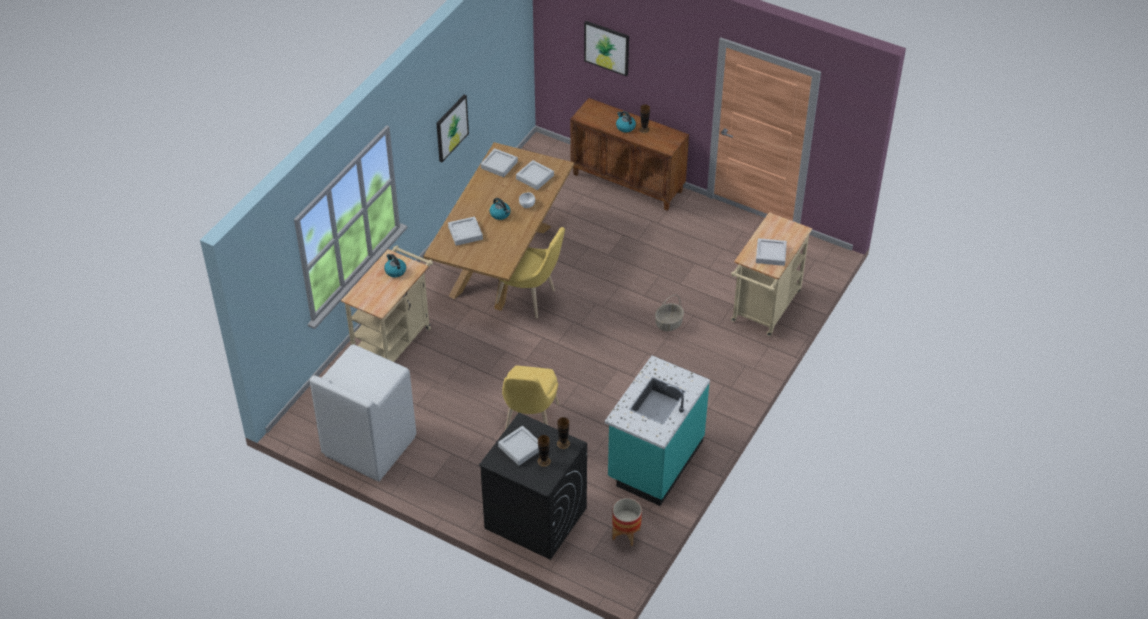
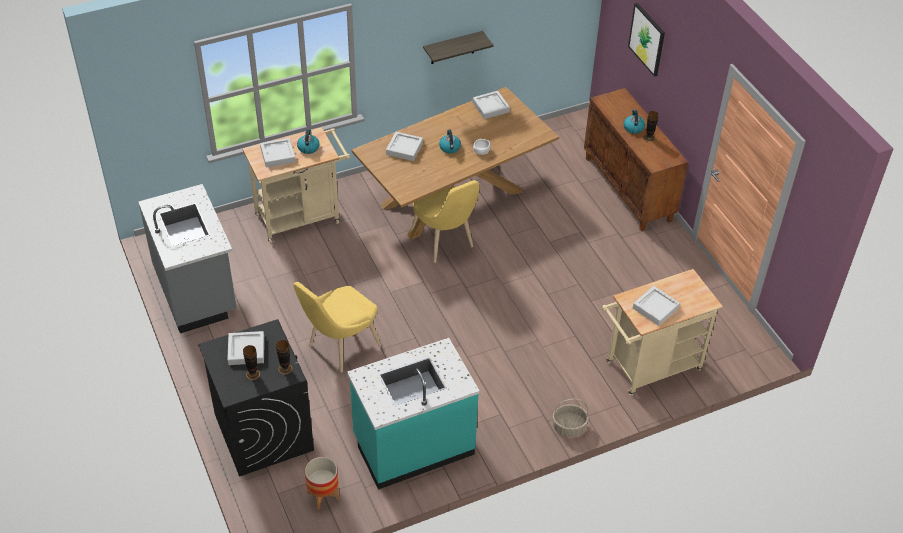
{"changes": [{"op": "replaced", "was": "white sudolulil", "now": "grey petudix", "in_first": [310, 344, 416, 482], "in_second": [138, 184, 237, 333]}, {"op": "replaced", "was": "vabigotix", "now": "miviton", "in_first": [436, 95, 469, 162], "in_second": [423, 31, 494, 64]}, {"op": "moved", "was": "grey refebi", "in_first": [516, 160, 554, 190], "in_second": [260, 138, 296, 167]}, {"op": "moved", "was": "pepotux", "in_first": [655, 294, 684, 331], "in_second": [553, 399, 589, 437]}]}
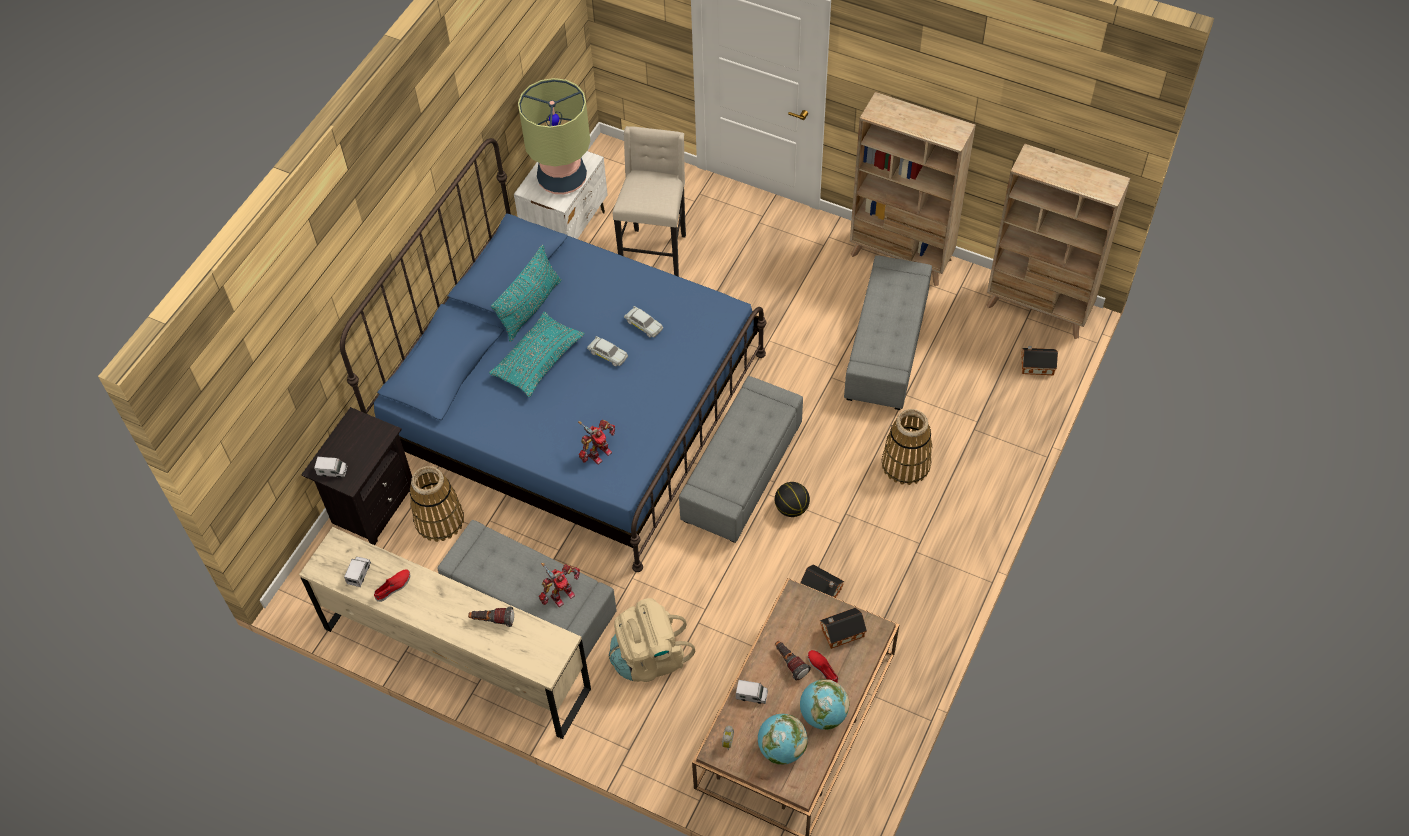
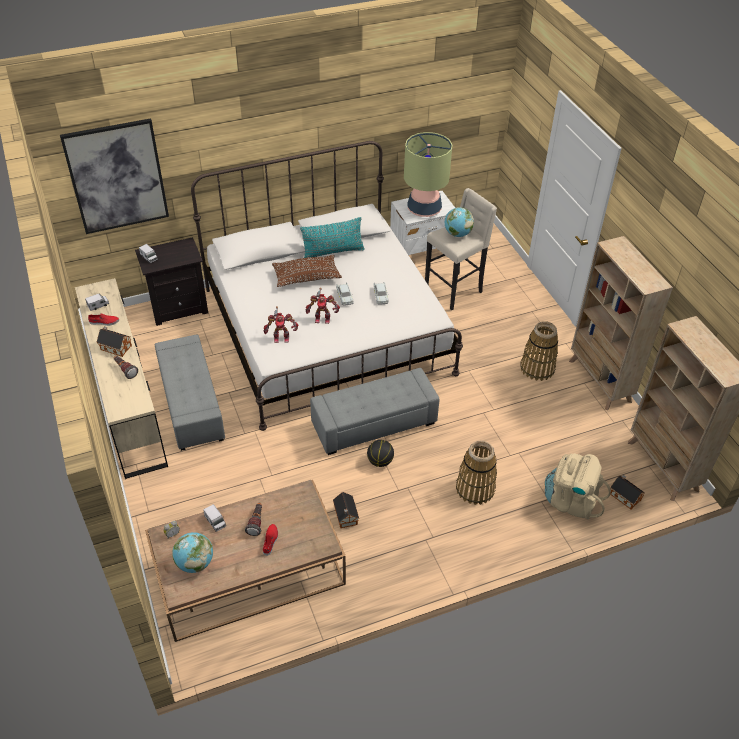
{"changes": [{"op": "recoloured", "was": "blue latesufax", "now": "white latesufax", "in_first": [340, 138, 767, 572], "in_second": [191, 141, 463, 431]}, {"op": "moved", "was": "pepotux", "in_first": [410, 466, 464, 542], "in_second": [520, 321, 558, 381]}, {"op": "recoloured", "was": "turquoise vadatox", "now": "brown vadatox", "in_first": [489, 311, 585, 397], "in_second": [272, 255, 342, 287]}, {"op": "moved", "was": "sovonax", "in_first": [539, 563, 580, 607], "in_second": [306, 287, 340, 324]}, {"op": "moved", "was": "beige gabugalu", "in_first": [609, 598, 695, 682], "in_second": [545, 453, 611, 520]}, {"op": "moved", "was": "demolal", "in_first": [800, 679, 849, 730], "in_second": [445, 207, 474, 237]}, {"op": "moved", "was": "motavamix", "in_first": [820, 608, 867, 649], "in_second": [96, 326, 132, 357]}, {"op": "removed", "was": "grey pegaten", "in_first": [844, 255, 932, 410]}, {"op": "added", "now": "vabigotix", "in_second": [60, 118, 169, 234]}]}
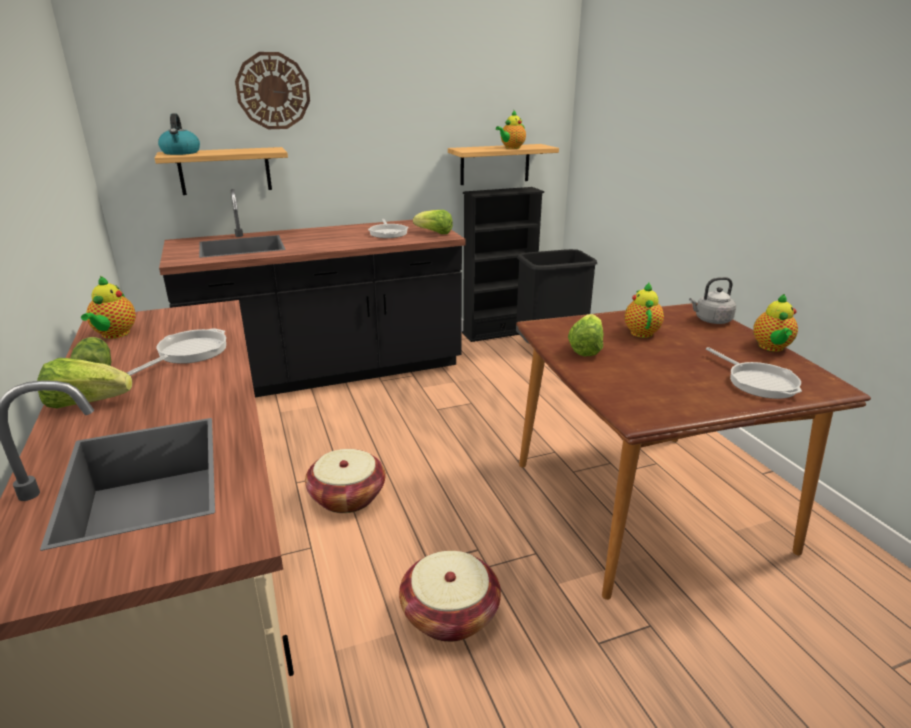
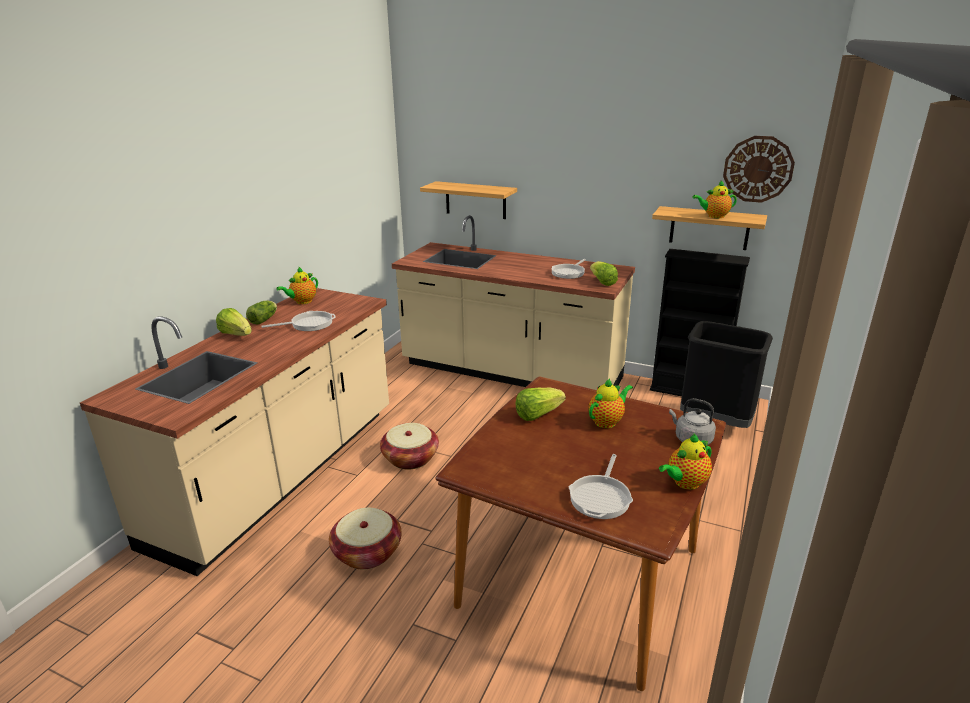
{"changes": [{"op": "removed", "was": "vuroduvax", "in_first": [158, 114, 200, 155]}, {"op": "recoloured", "was": "black petudix", "now": "beige petudix", "in_first": [159, 189, 466, 397], "in_second": [392, 215, 635, 390]}, {"op": "moved", "was": "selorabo", "in_first": [235, 52, 310, 129], "in_second": [723, 136, 795, 203]}]}
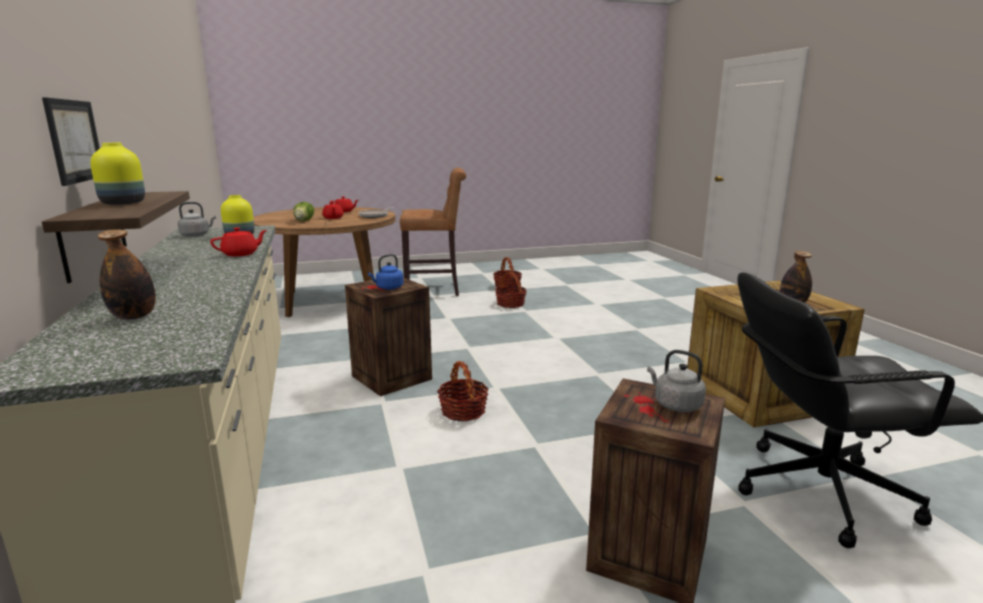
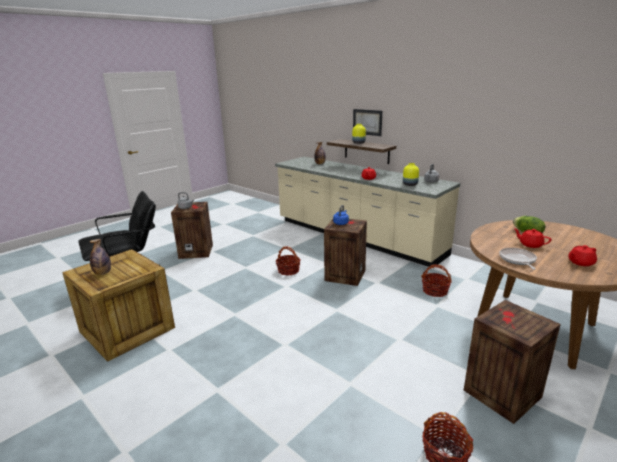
{"changes": [{"op": "replaced", "was": "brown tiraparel", "now": "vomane", "in_first": [400, 168, 466, 296], "in_second": [464, 300, 561, 424]}, {"op": "moved", "was": "pepotux", "in_first": [495, 272, 527, 308], "in_second": [421, 264, 452, 297]}]}
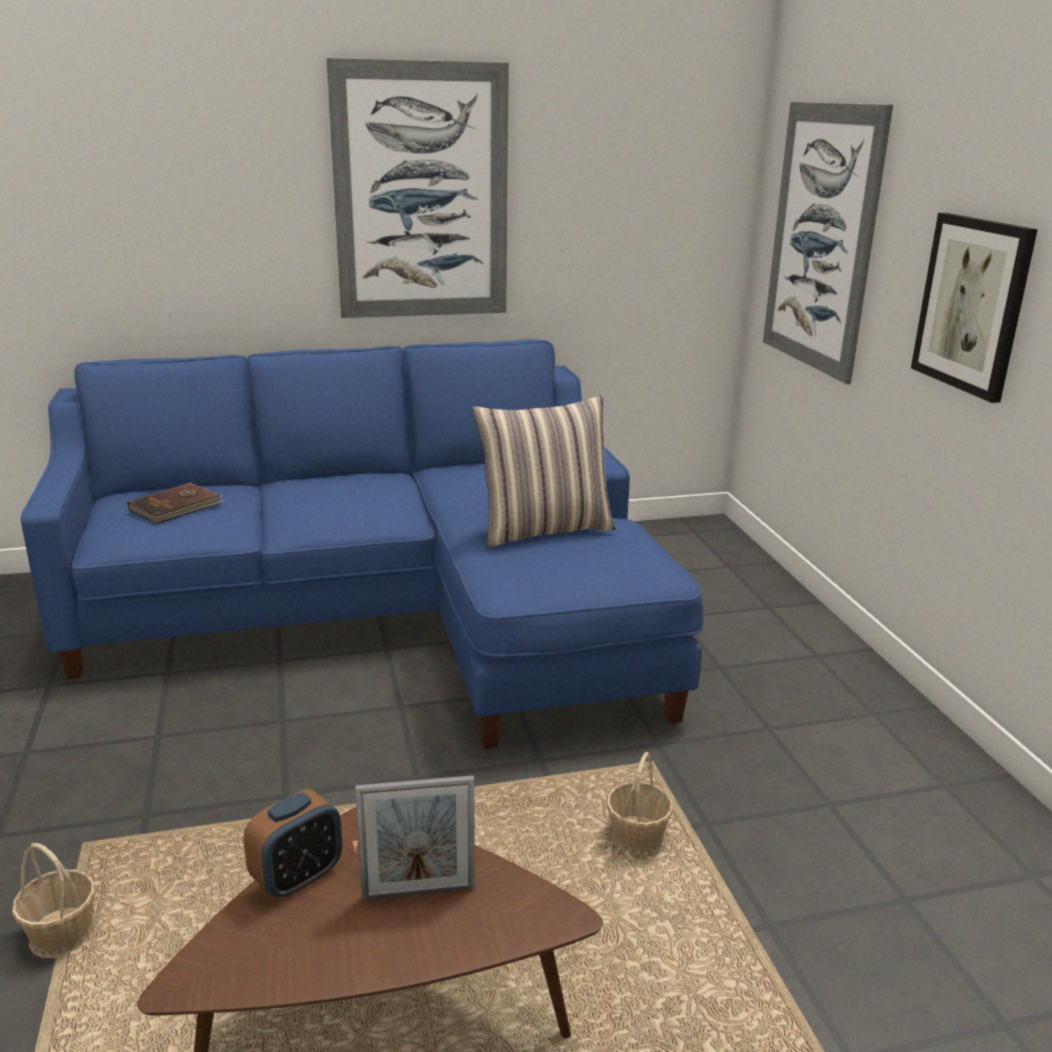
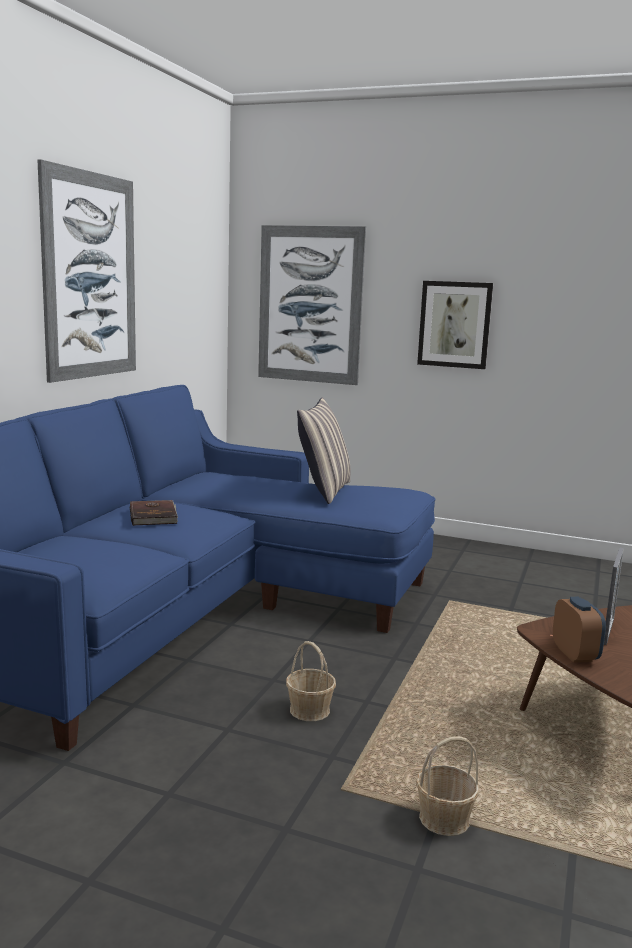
{"changes": [{"op": "moved", "was": "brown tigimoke", "in_first": [128, 483, 224, 524], "in_second": [130, 500, 178, 526]}, {"op": "moved", "was": "pepotux", "in_first": [607, 752, 673, 854], "in_second": [286, 641, 336, 721]}]}
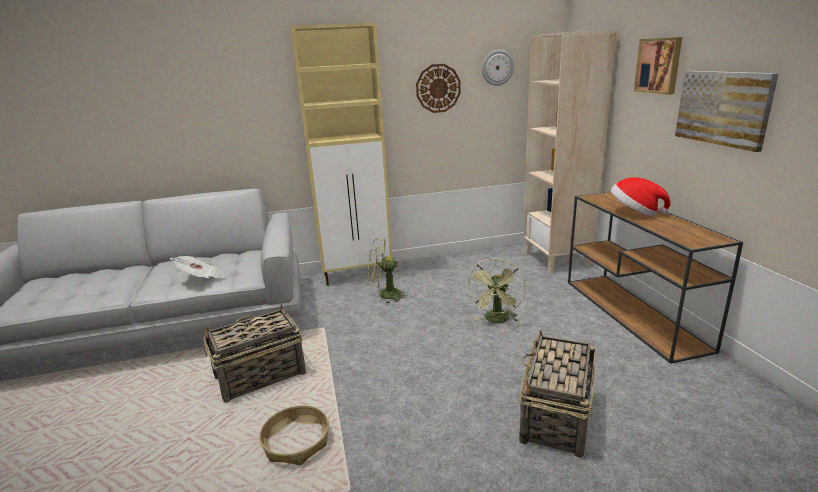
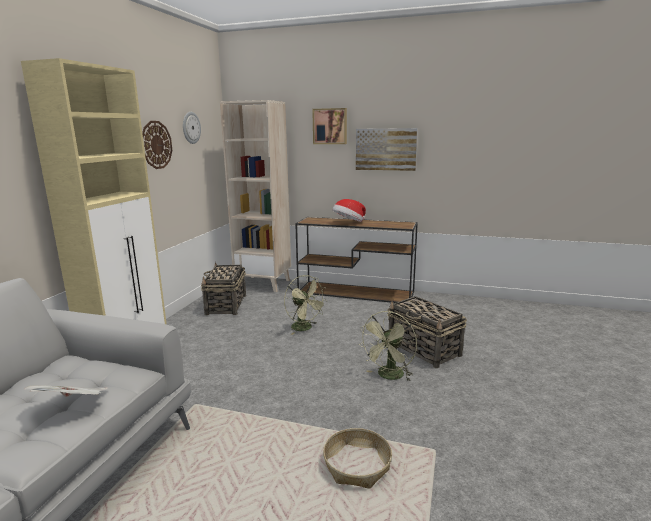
{"changes": [{"op": "moved", "was": "pepotux", "in_first": [204, 304, 306, 403], "in_second": [201, 262, 246, 315]}, {"op": "moved", "was": "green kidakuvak", "in_first": [367, 238, 408, 303], "in_second": [359, 311, 417, 381]}]}
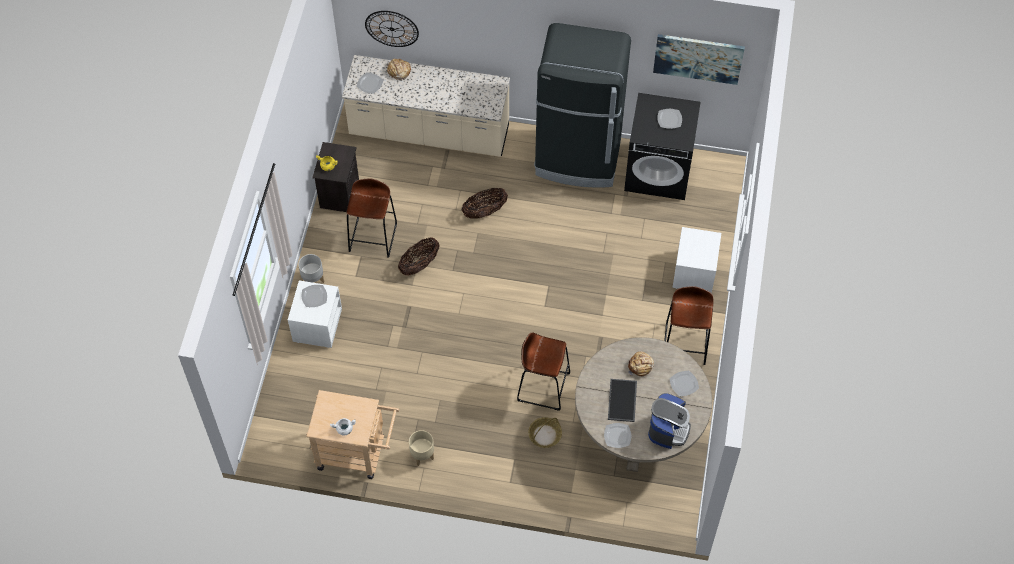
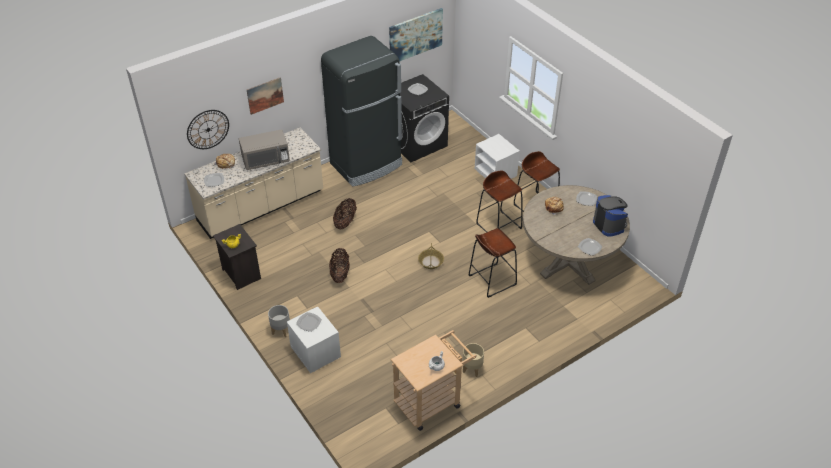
{"changes": [{"op": "moved", "was": "brown tiraparel", "in_first": [347, 179, 397, 257], "in_second": [476, 171, 522, 233]}, {"op": "moved", "was": "pepotux", "in_first": [528, 417, 562, 448], "in_second": [418, 243, 444, 269]}, {"op": "removed", "was": "refebi", "in_first": [608, 379, 637, 422]}, {"op": "added", "now": "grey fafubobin", "in_second": [239, 129, 290, 170]}, {"op": "added", "now": "vabigotix", "in_second": [247, 77, 284, 115]}]}
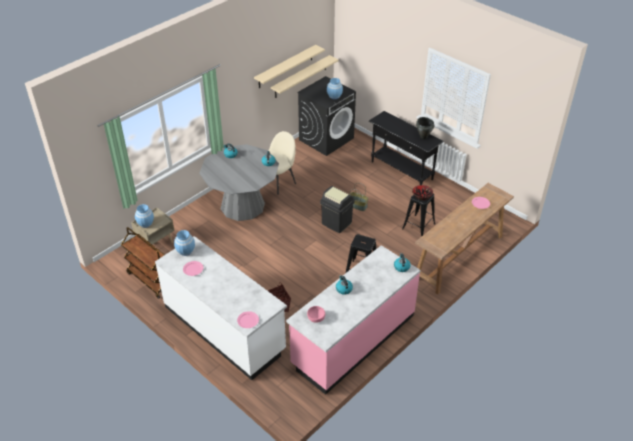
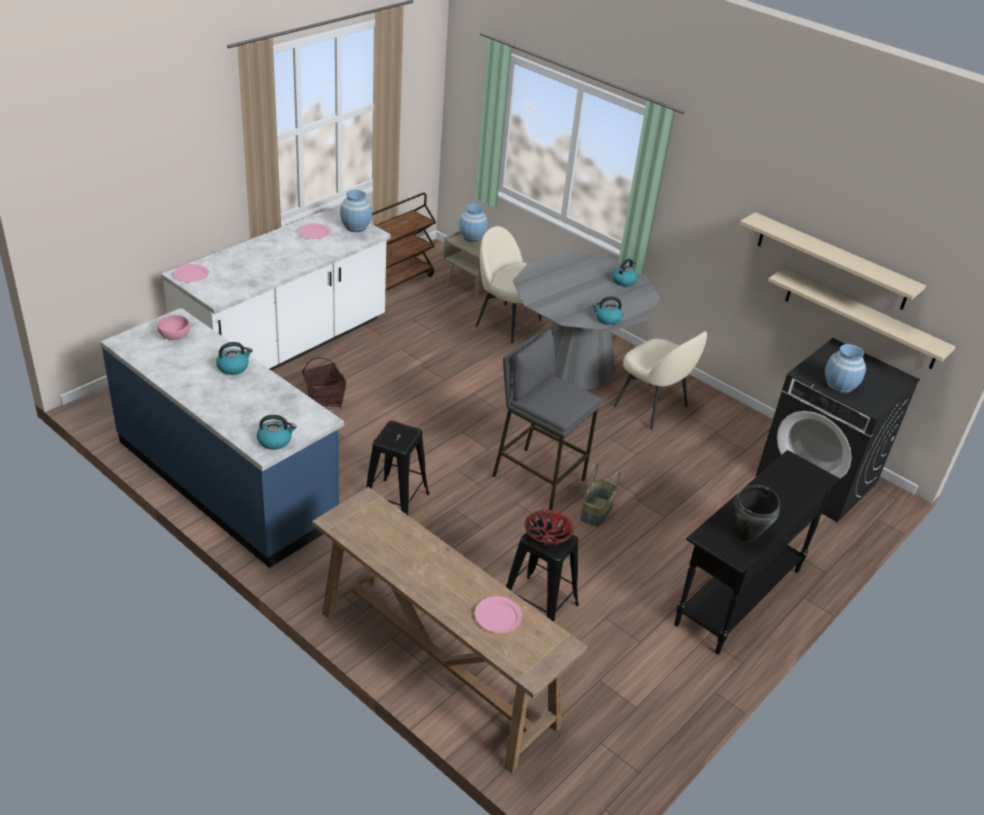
{"changes": [{"op": "recoloured", "was": "pink petudix", "now": "blue petudix", "in_first": [286, 245, 421, 395], "in_second": [101, 308, 344, 568]}, {"op": "replaced", "was": "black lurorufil", "now": "grey tiraparel", "in_first": [320, 186, 355, 233], "in_second": [492, 329, 602, 510]}, {"op": "added", "now": "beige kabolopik", "in_second": [475, 226, 541, 343]}]}
